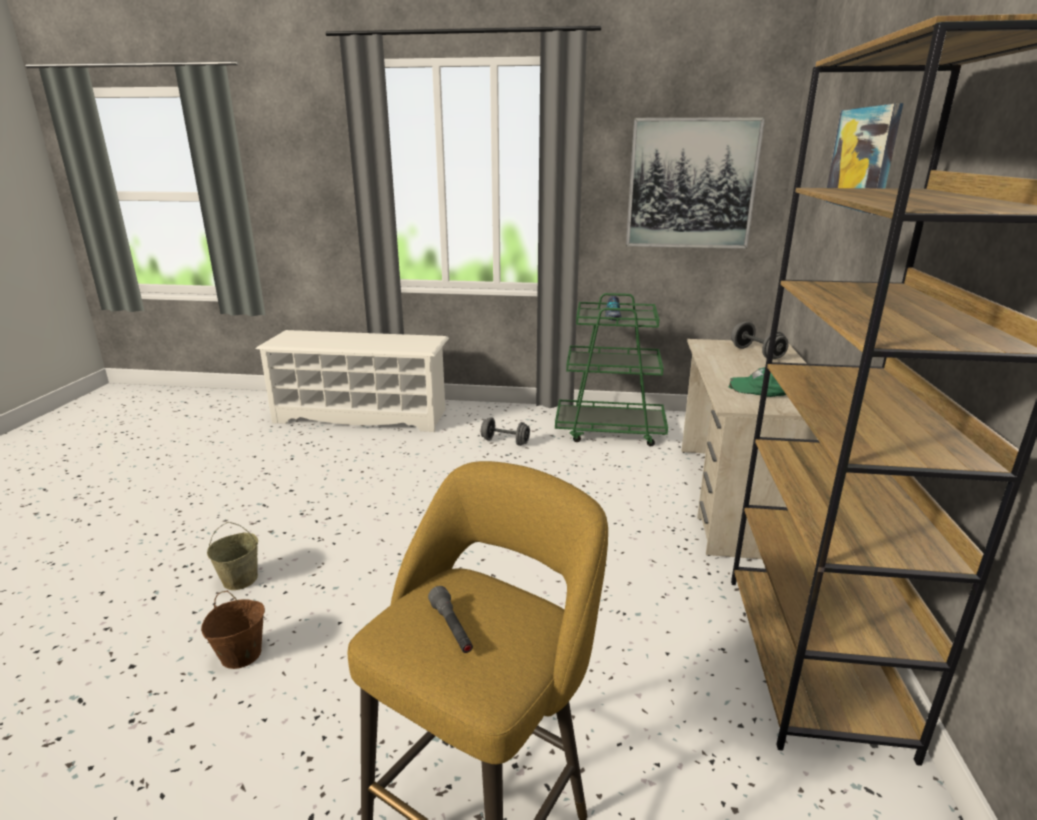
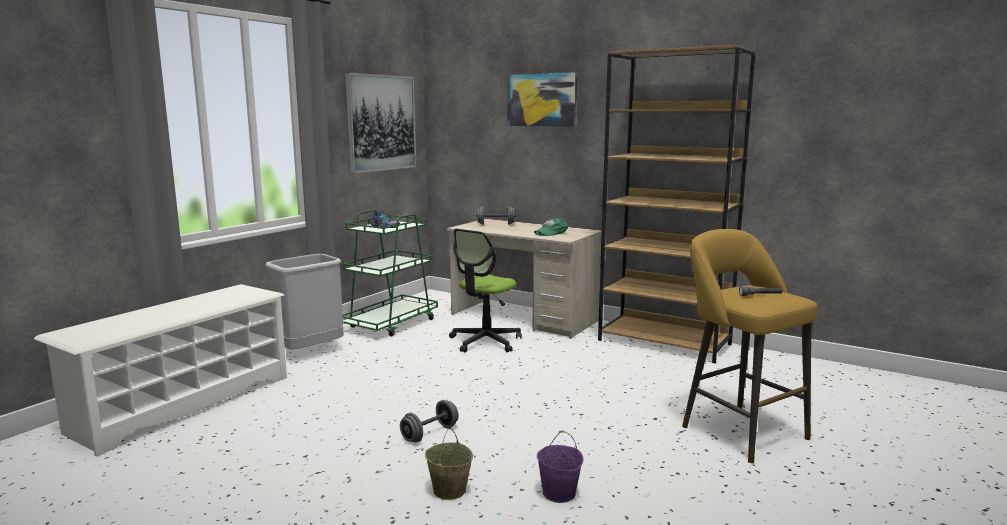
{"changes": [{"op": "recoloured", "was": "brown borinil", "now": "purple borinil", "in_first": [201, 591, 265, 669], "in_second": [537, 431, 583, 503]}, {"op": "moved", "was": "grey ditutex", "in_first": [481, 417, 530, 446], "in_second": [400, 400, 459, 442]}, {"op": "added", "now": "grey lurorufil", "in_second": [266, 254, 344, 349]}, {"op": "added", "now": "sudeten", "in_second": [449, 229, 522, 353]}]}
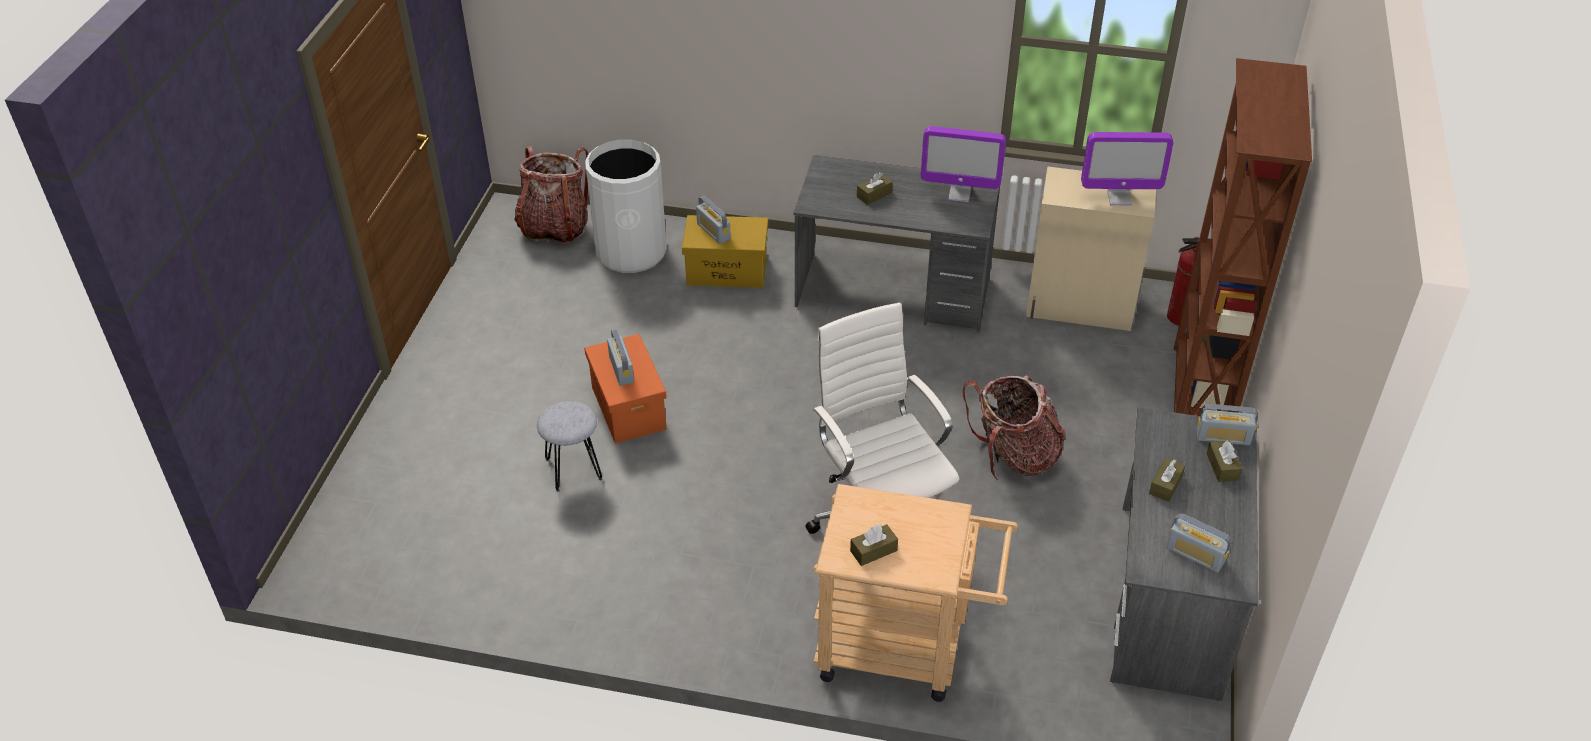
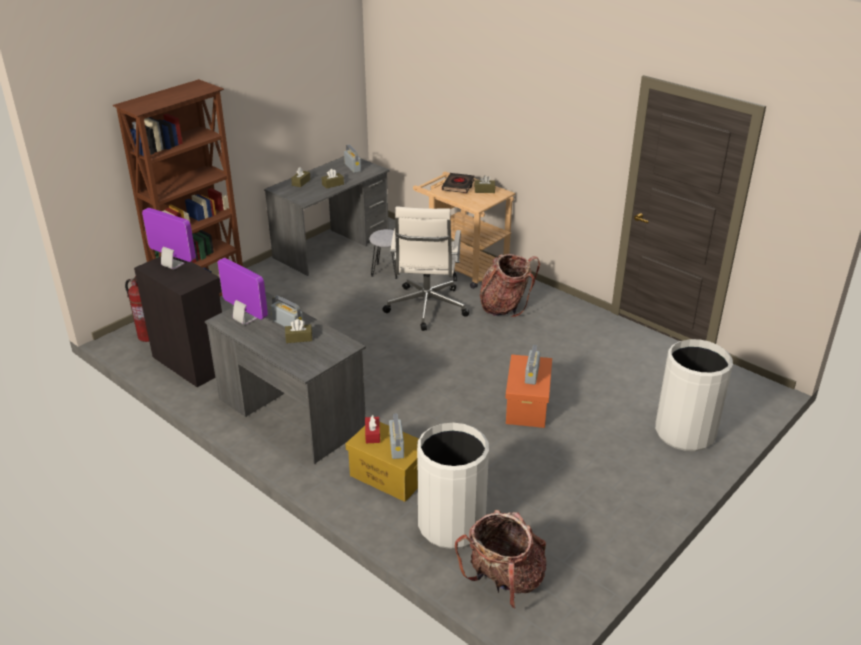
{"changes": [{"op": "moved", "was": "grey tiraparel", "in_first": [537, 401, 602, 492], "in_second": [369, 229, 397, 279]}, {"op": "moved", "was": "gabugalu", "in_first": [962, 375, 1065, 480], "in_second": [480, 254, 540, 317]}, {"op": "recoloured", "was": "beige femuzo", "now": "black femuzo", "in_first": [1026, 166, 1156, 331], "in_second": [134, 256, 222, 387]}, {"op": "moved", "was": "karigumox", "in_first": [1196, 404, 1258, 446], "in_second": [271, 295, 303, 327]}, {"op": "added", "now": "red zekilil", "in_second": [365, 415, 380, 443]}, {"op": "added", "now": "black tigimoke", "in_second": [442, 173, 475, 193]}, {"op": "added", "now": "white lurorufil", "in_second": [655, 339, 733, 451]}]}
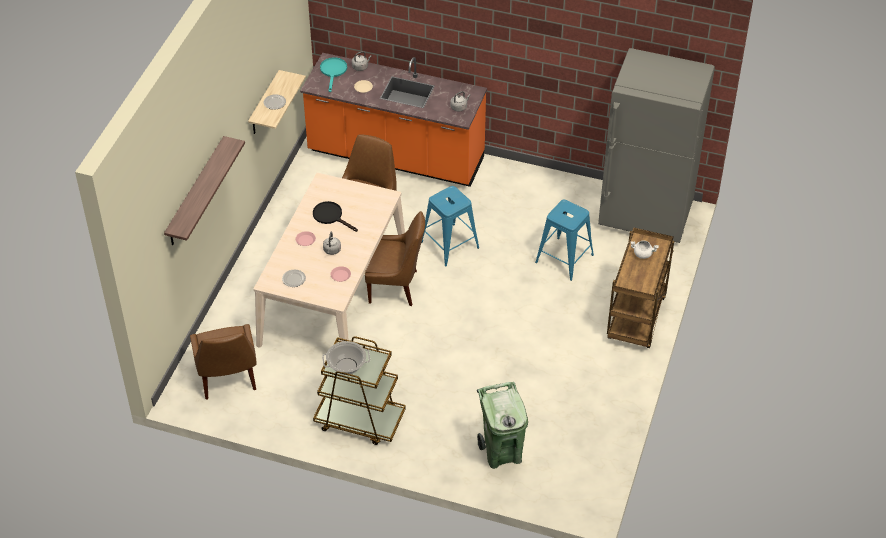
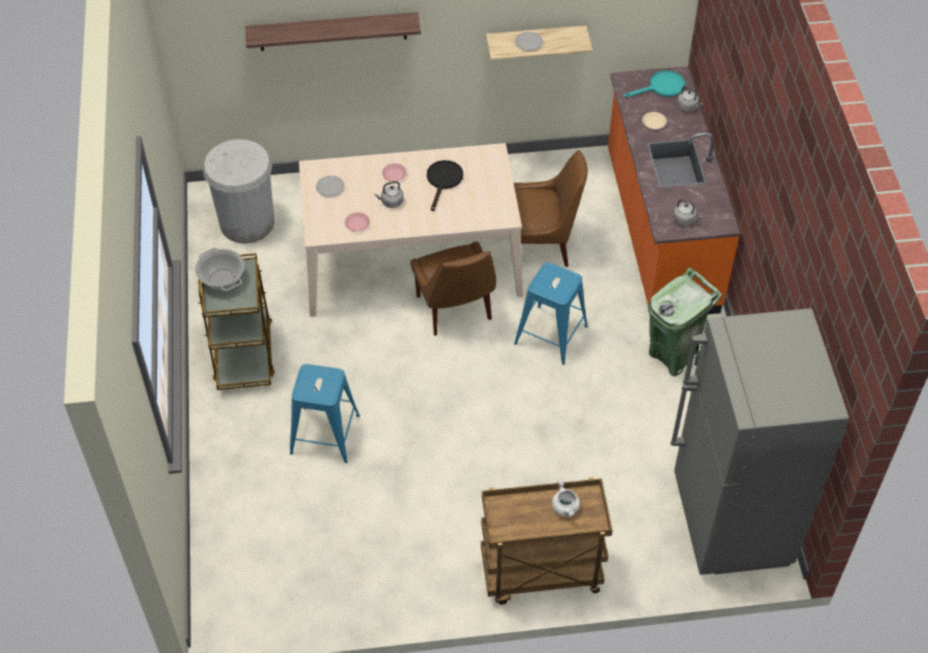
{"changes": [{"op": "replaced", "was": "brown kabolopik", "now": "white lurorufil", "in_first": [190, 324, 256, 399], "in_second": [203, 139, 275, 244]}, {"op": "moved", "was": "green lurorufil", "in_first": [477, 382, 528, 469], "in_second": [648, 267, 722, 377]}, {"op": "moved", "was": "blue tiraparel", "in_first": [535, 200, 594, 281], "in_second": [290, 364, 360, 463]}]}
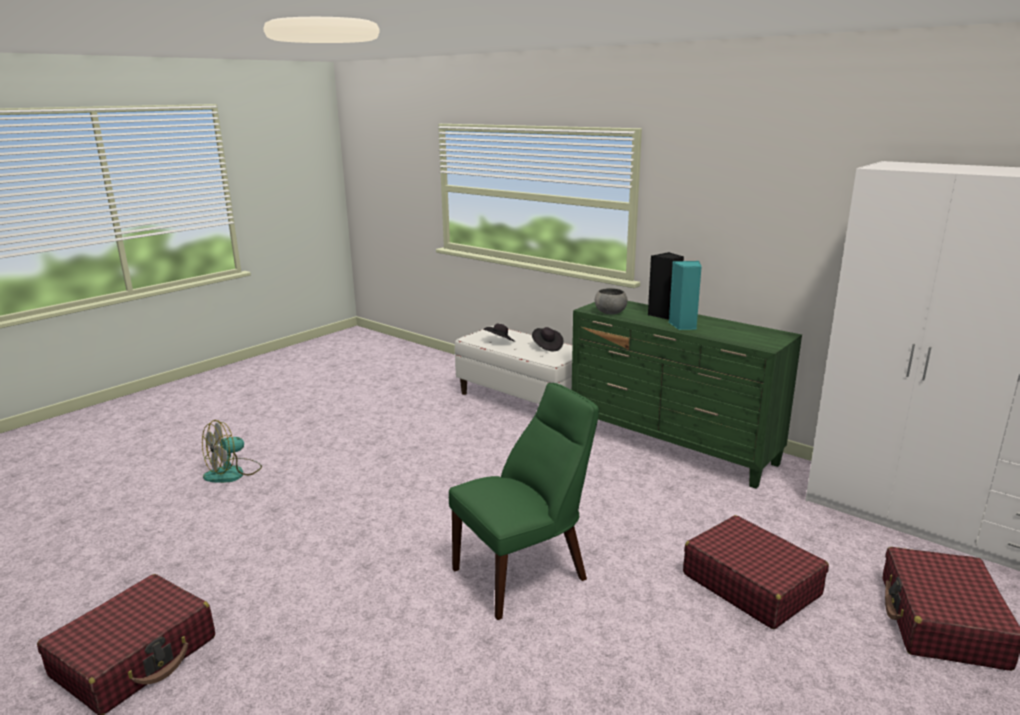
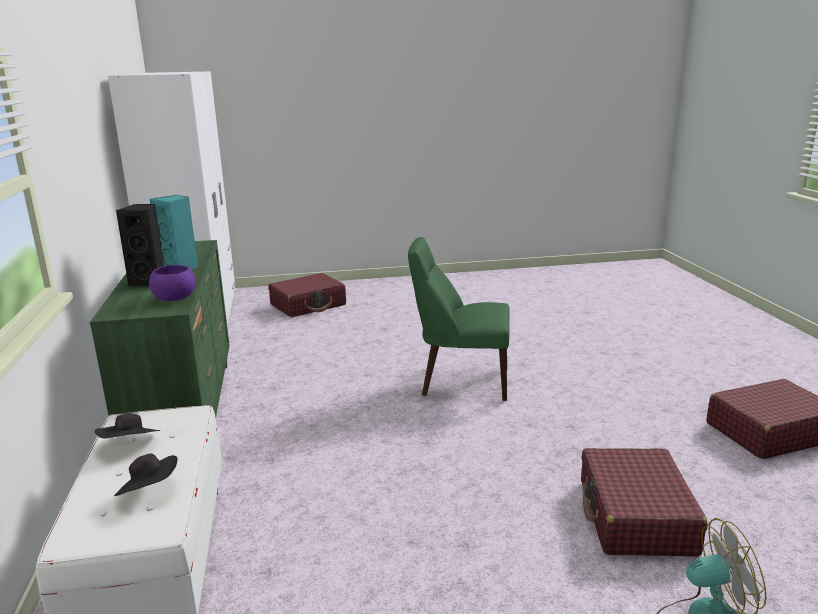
{"changes": [{"op": "recoloured", "was": "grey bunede", "now": "purple bunede", "in_first": [595, 288, 627, 314], "in_second": [149, 265, 195, 301]}, {"op": "moved", "was": "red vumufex", "in_first": [683, 515, 829, 629], "in_second": [581, 448, 707, 556]}]}
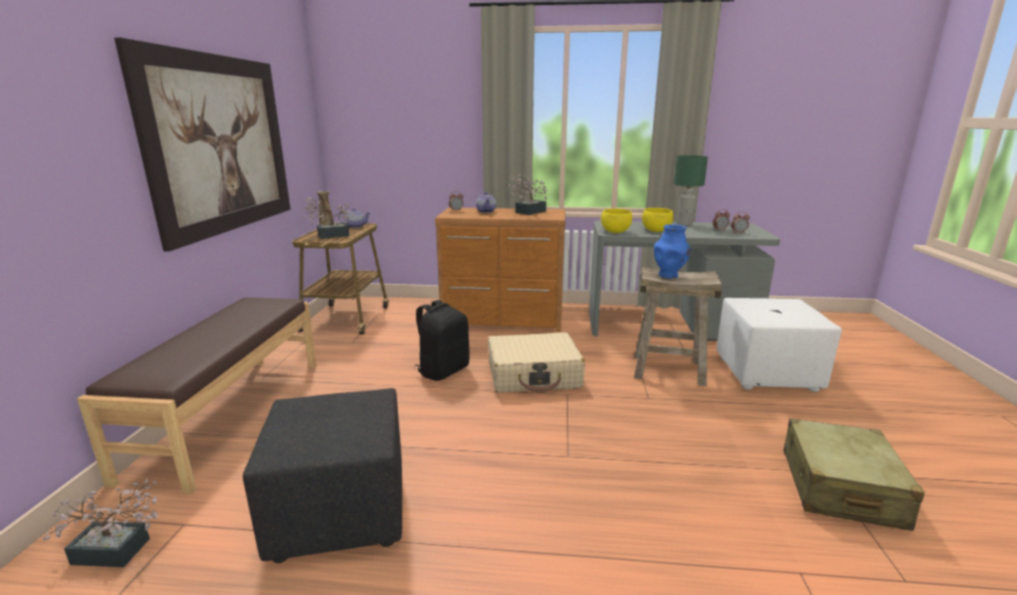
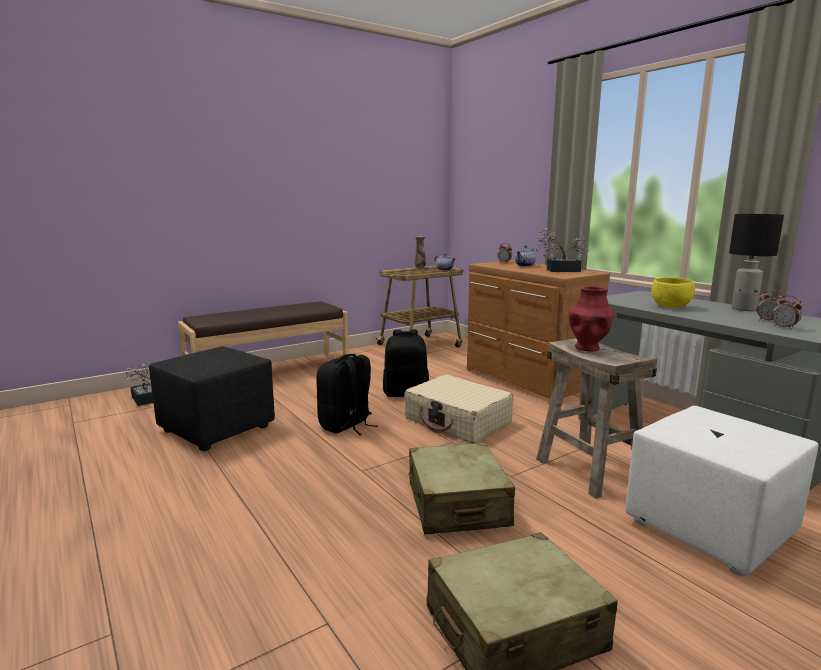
{"changes": [{"op": "removed", "was": "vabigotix", "in_first": [114, 38, 291, 252]}, {"op": "removed", "was": "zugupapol", "in_first": [303, 197, 354, 239]}, {"op": "removed", "was": "yellow bunede", "in_first": [601, 209, 632, 233]}, {"op": "recoloured", "was": "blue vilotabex", "now": "red vilotabex", "in_first": [654, 224, 691, 279], "in_second": [569, 285, 613, 351]}, {"op": "recoloured", "was": "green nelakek", "now": "black nelakek", "in_first": [674, 155, 708, 226], "in_second": [729, 214, 784, 311]}, {"op": "added", "now": "black gabugalu", "in_second": [316, 354, 378, 435]}, {"op": "added", "now": "beige vumufex", "in_second": [408, 442, 515, 534]}]}
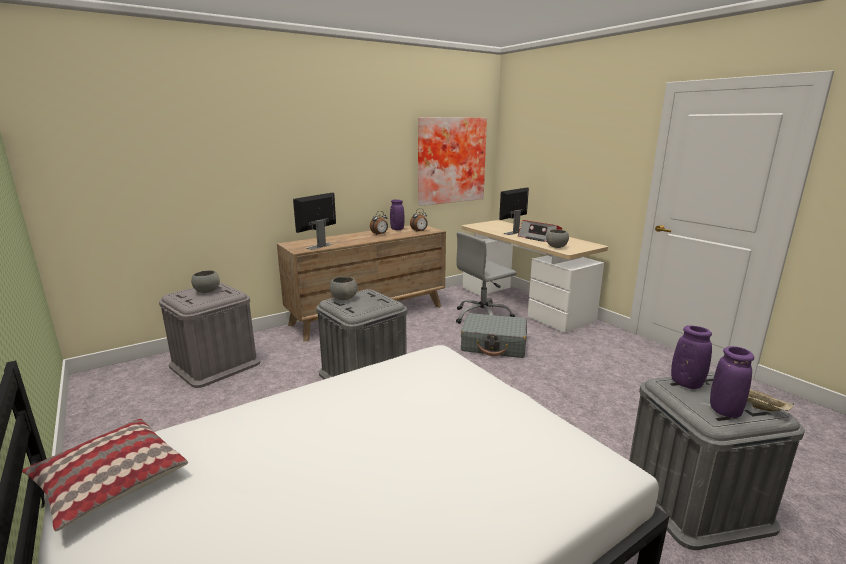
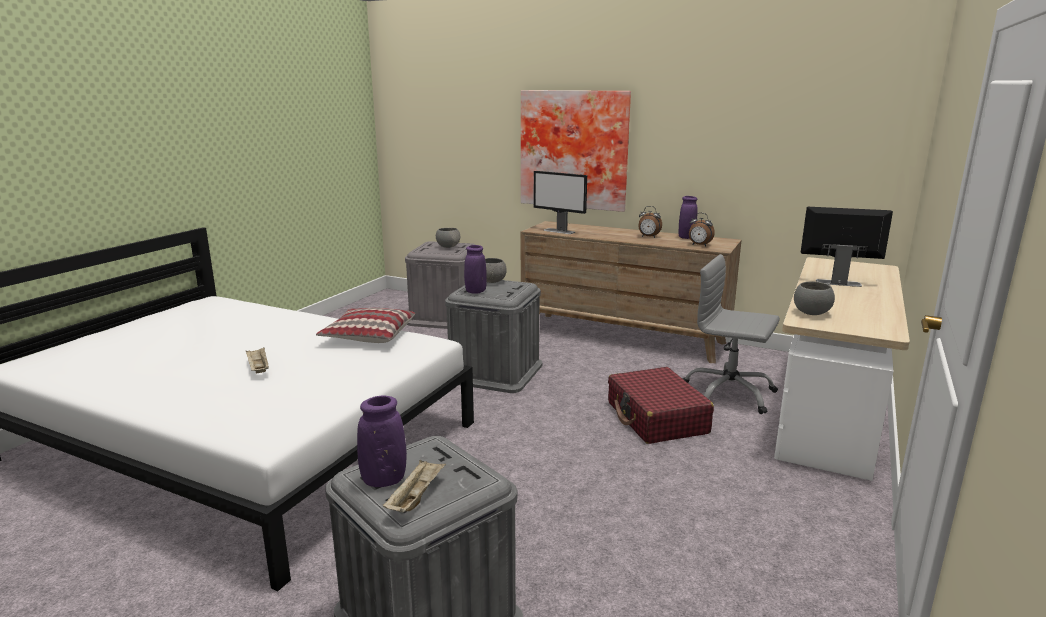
{"changes": [{"op": "moved", "was": "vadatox", "in_first": [22, 419, 188, 531], "in_second": [316, 308, 415, 343]}, {"op": "turned", "was": "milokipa", "in_first": [293, 193, 336, 250], "in_second": [534, 171, 587, 234], "clockwise": -150}, {"op": "moved", "was": "vabigotix", "in_first": [418, 117, 487, 206], "in_second": [521, 90, 631, 212]}, {"op": "recoloured", "was": "grey vumufex", "now": "red vumufex", "in_first": [461, 313, 527, 358], "in_second": [608, 367, 714, 444]}, {"op": "removed", "was": "karigumox", "in_first": [518, 220, 562, 242]}, {"op": "moved", "was": "purple vilotabex", "in_first": [671, 325, 712, 389], "in_second": [464, 245, 487, 294]}, {"op": "added", "now": "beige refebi", "in_second": [246, 347, 269, 373]}]}
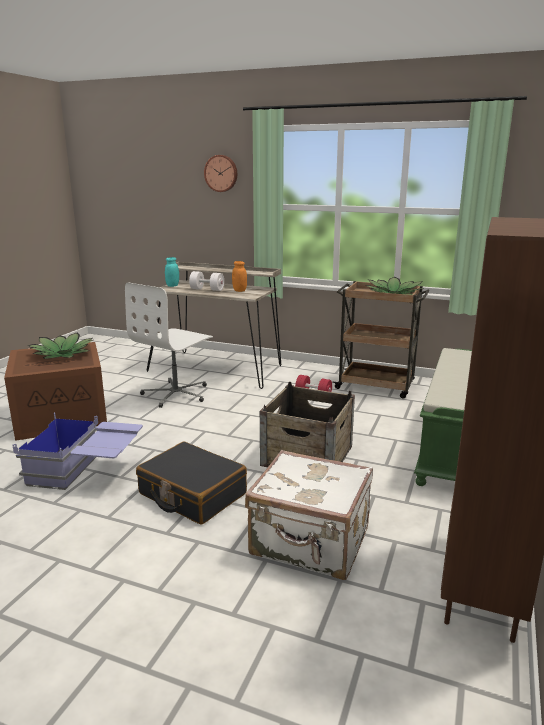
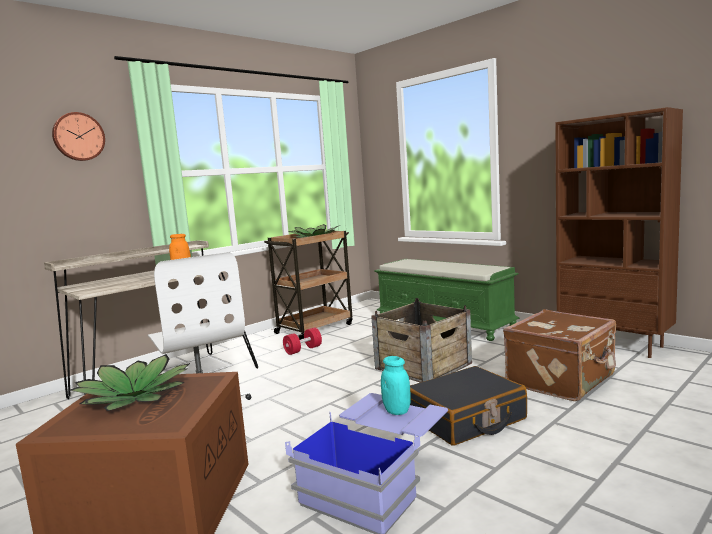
{"changes": [{"op": "moved", "was": "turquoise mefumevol", "in_first": [165, 257, 179, 287], "in_second": [381, 356, 411, 415]}, {"op": "removed", "was": "white ditutex", "in_first": [189, 271, 224, 291]}, {"op": "recoloured", "was": "white vumufex", "now": "brown vumufex", "in_first": [245, 450, 373, 580], "in_second": [503, 309, 616, 401]}]}
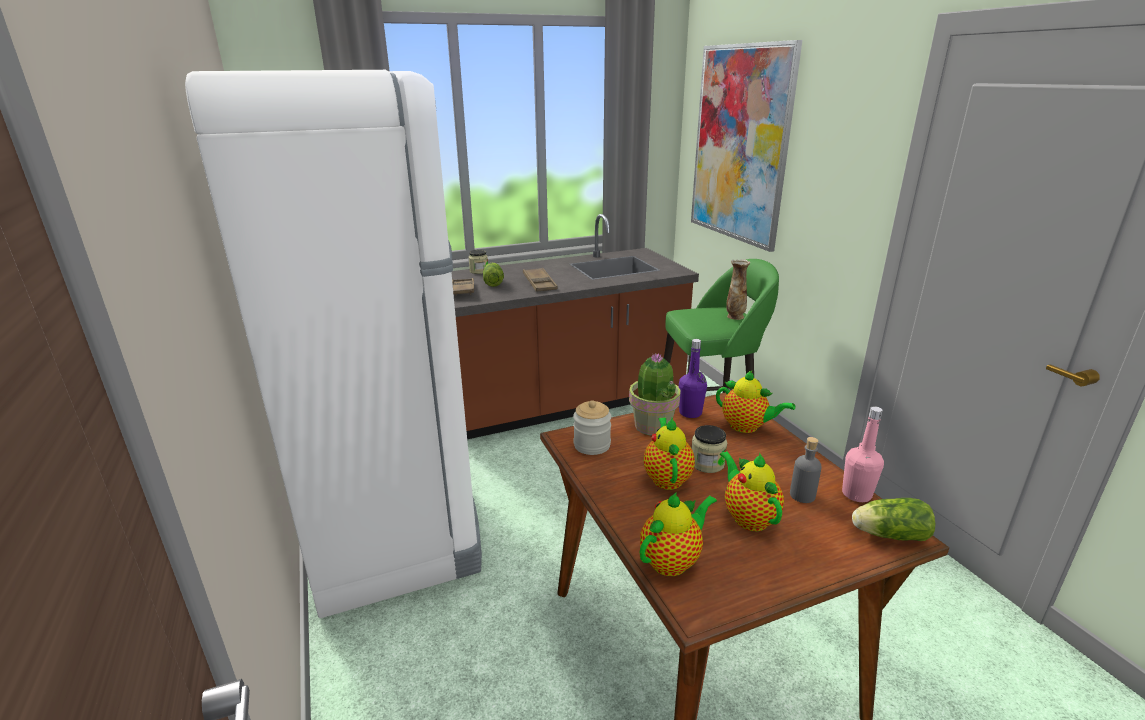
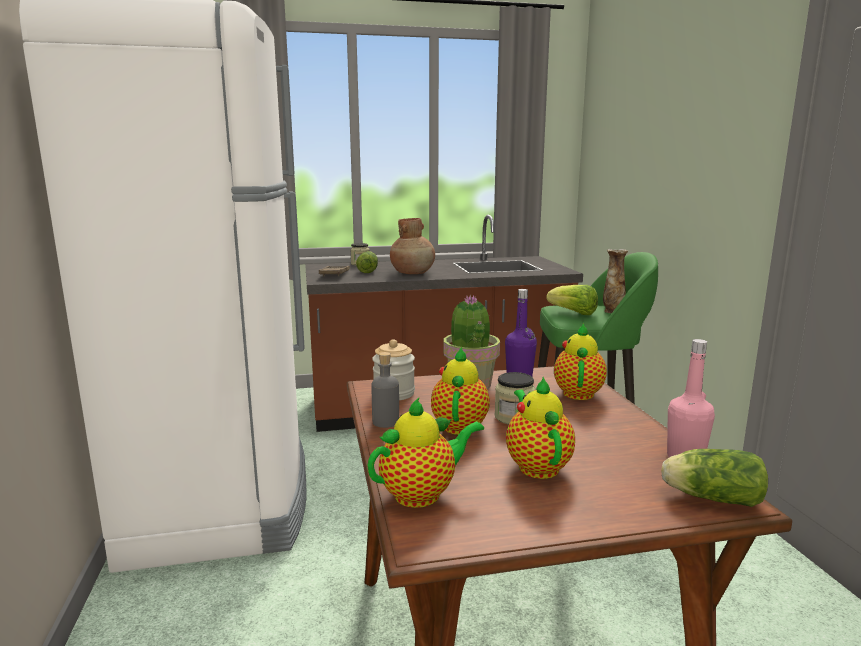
{"changes": [{"op": "replaced", "was": "brown refebi", "now": "brown vilotabex", "in_first": [523, 268, 558, 292], "in_second": [390, 218, 435, 274]}, {"op": "removed", "was": "vabigotix", "in_first": [691, 40, 802, 252]}, {"op": "turned", "was": "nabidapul", "in_first": [716, 371, 795, 433], "in_second": [554, 323, 607, 400], "clockwise": -120}, {"op": "moved", "was": "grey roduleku", "in_first": [790, 437, 822, 503], "in_second": [372, 352, 399, 428]}, {"op": "added", "now": "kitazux", "in_second": [546, 285, 598, 315]}]}
